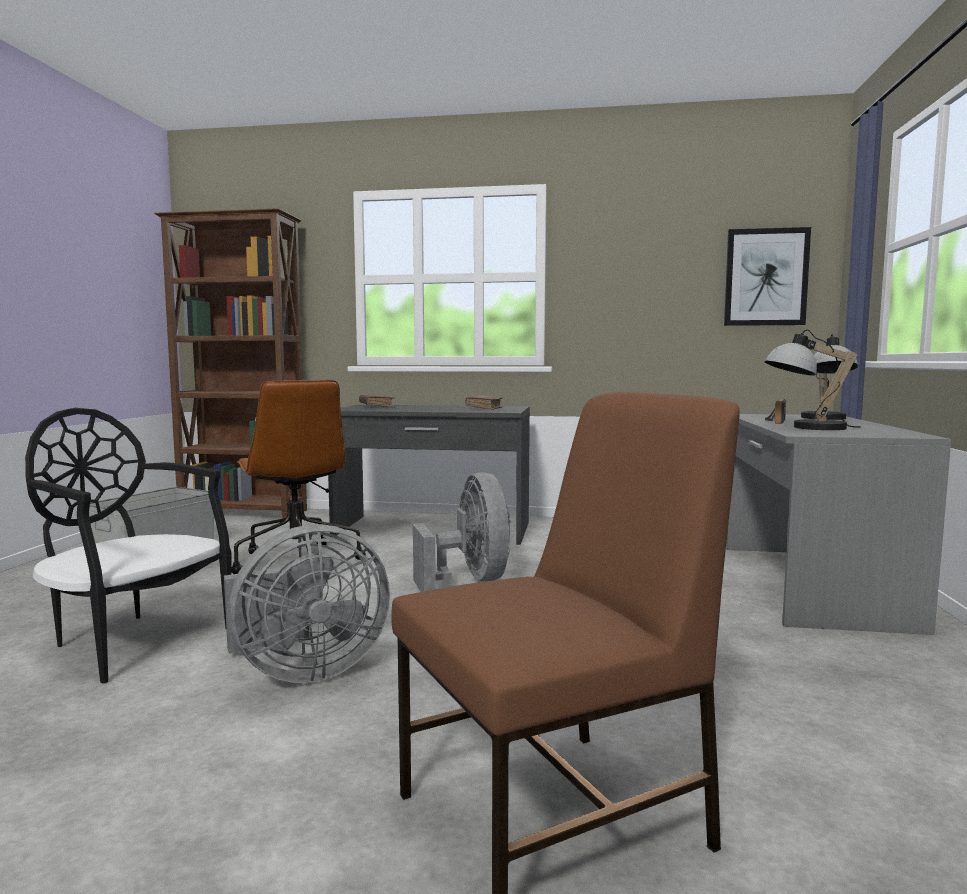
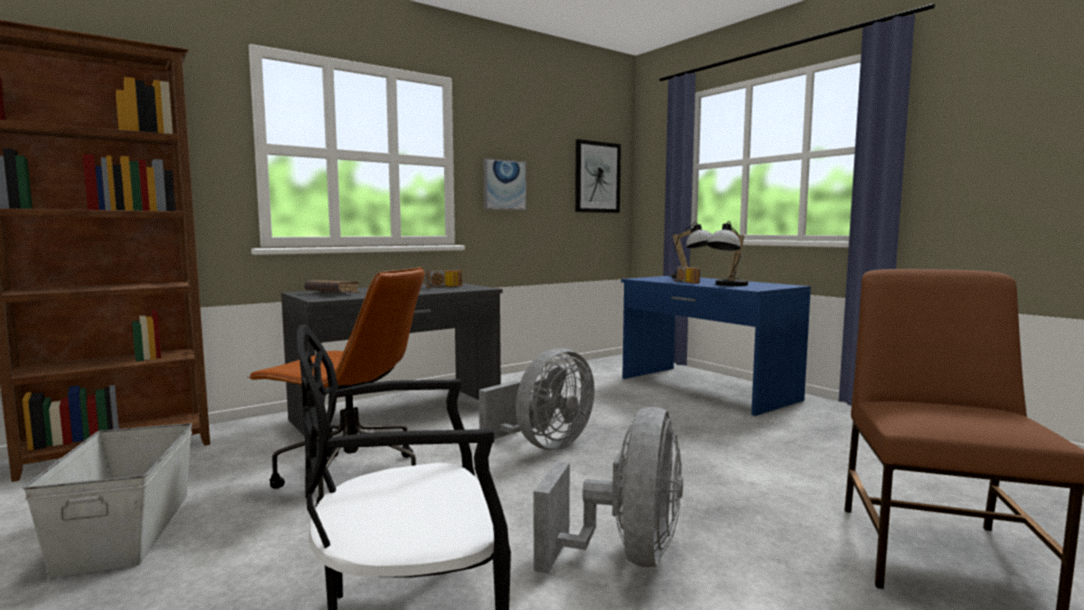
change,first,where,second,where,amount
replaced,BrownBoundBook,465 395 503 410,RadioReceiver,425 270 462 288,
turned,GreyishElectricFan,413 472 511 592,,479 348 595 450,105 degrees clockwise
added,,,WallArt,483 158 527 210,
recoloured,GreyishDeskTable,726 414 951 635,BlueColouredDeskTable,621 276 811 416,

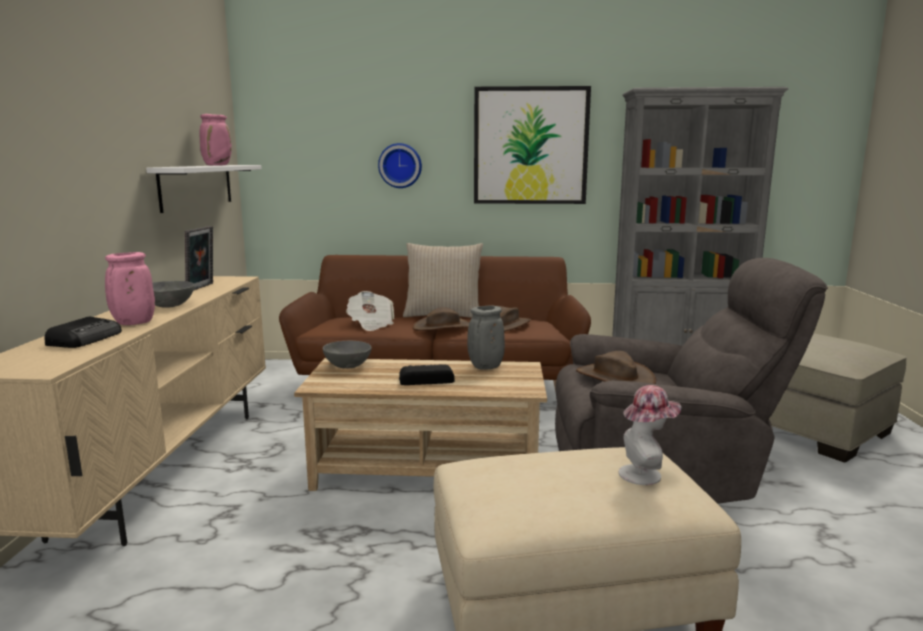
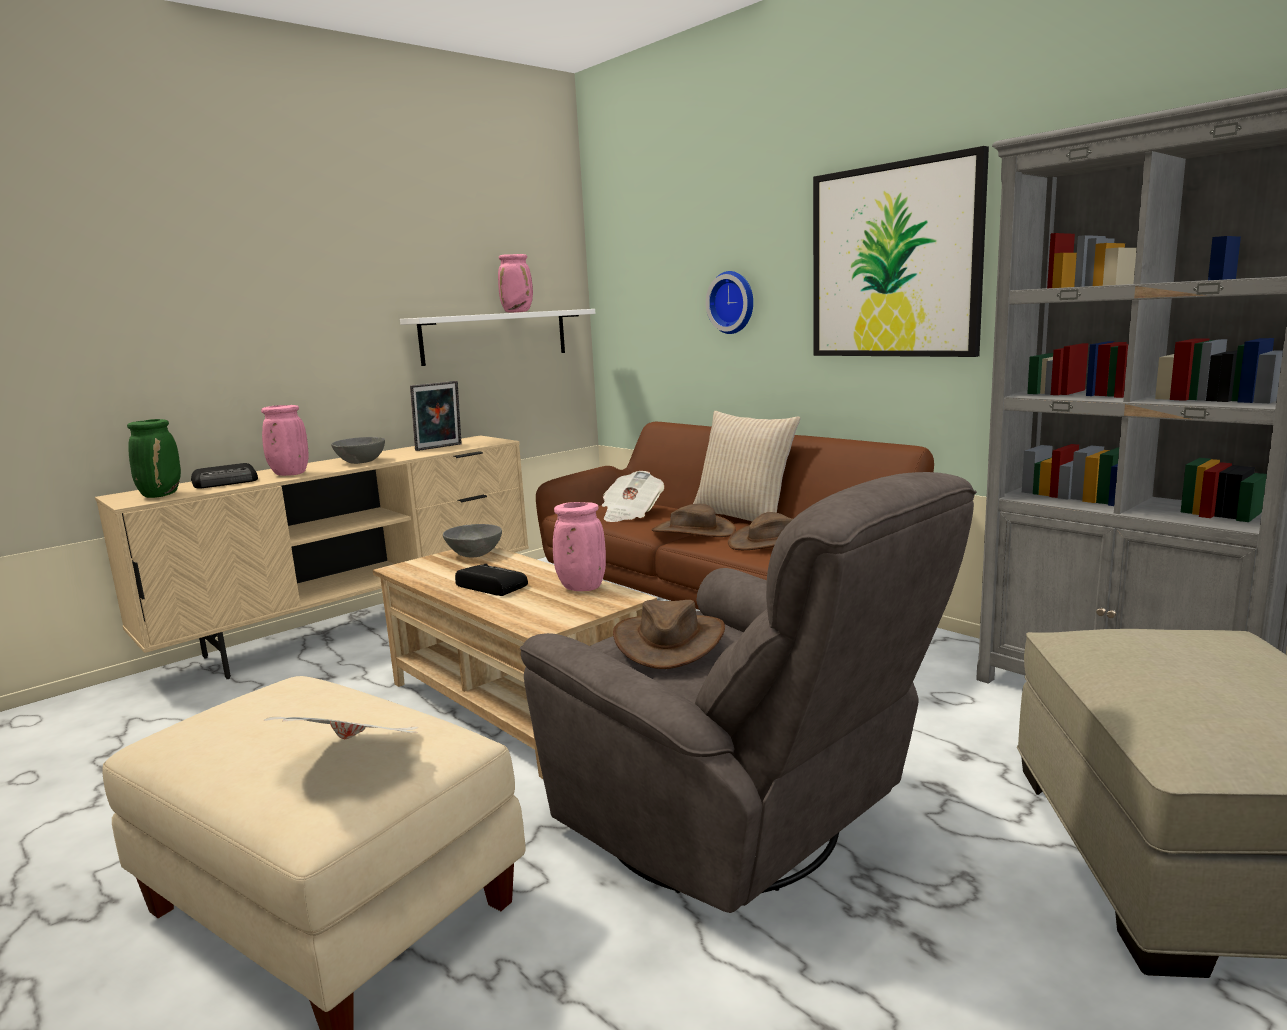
change,first,where,second,where,amount
added,,,GreenColouredFlowerVase,127 419 181 498,
replaced,ClothingHat,619 385 681 485,Newspaper,264 717 418 739,
recoloured,GreyishFlowerVase,467 305 505 370,PinkishFlowerVase,553 502 606 591,

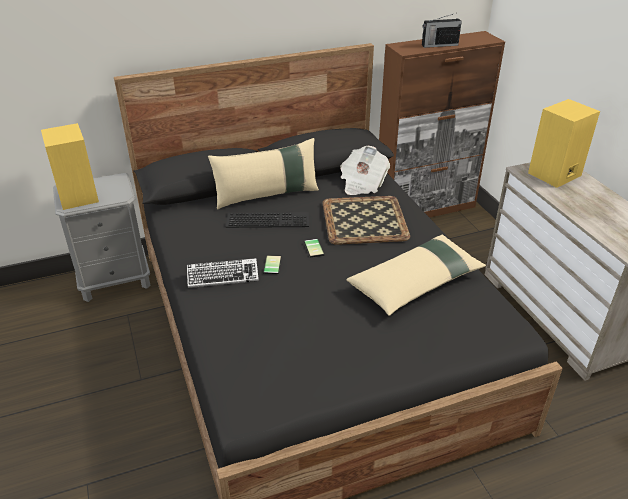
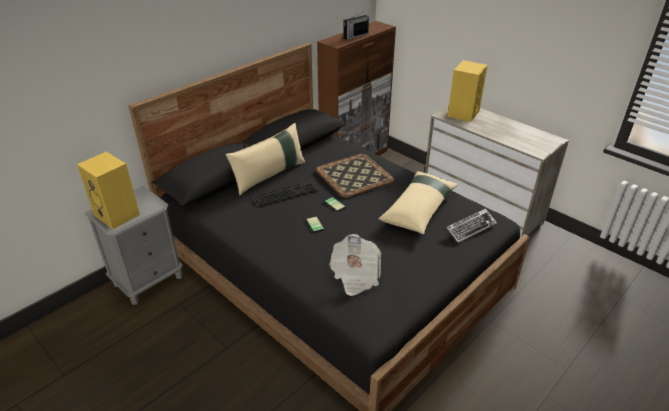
change,first,where,second,where,amount
moved,Newspaper,340 146 390 195,,329 234 381 296,
moved,PcKeyboard,187 258 259 288,,446 209 497 243,

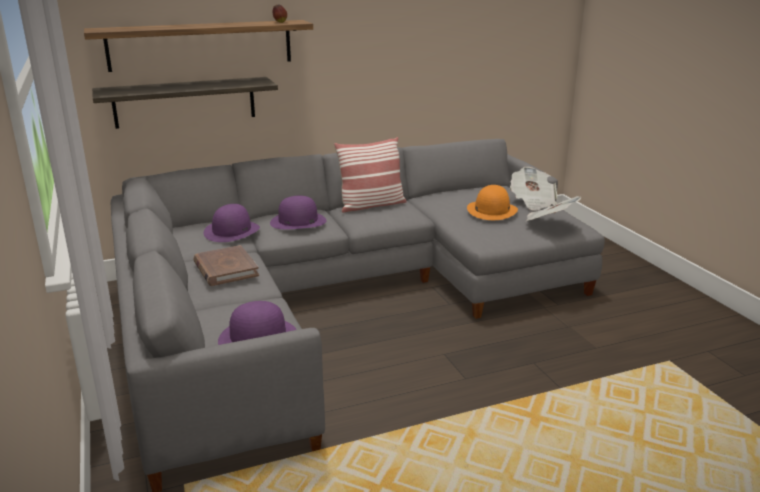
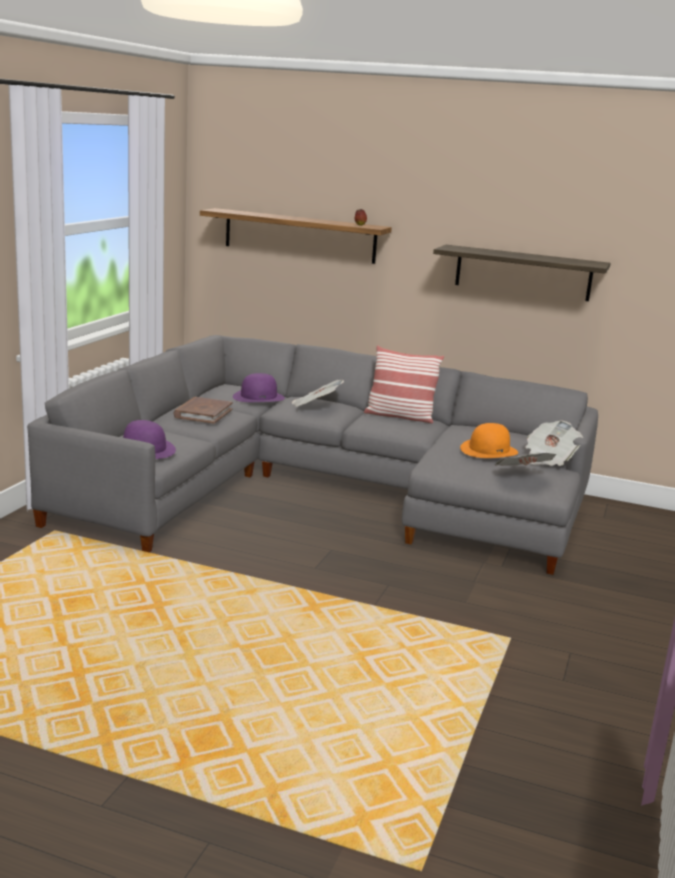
change,first,where,second,where,amount
replaced,PurpleColouredClothingHat,270 196 326 229,Newspaper,292 380 344 407,
moved,Shelf,92 77 278 129,,433 245 611 301,

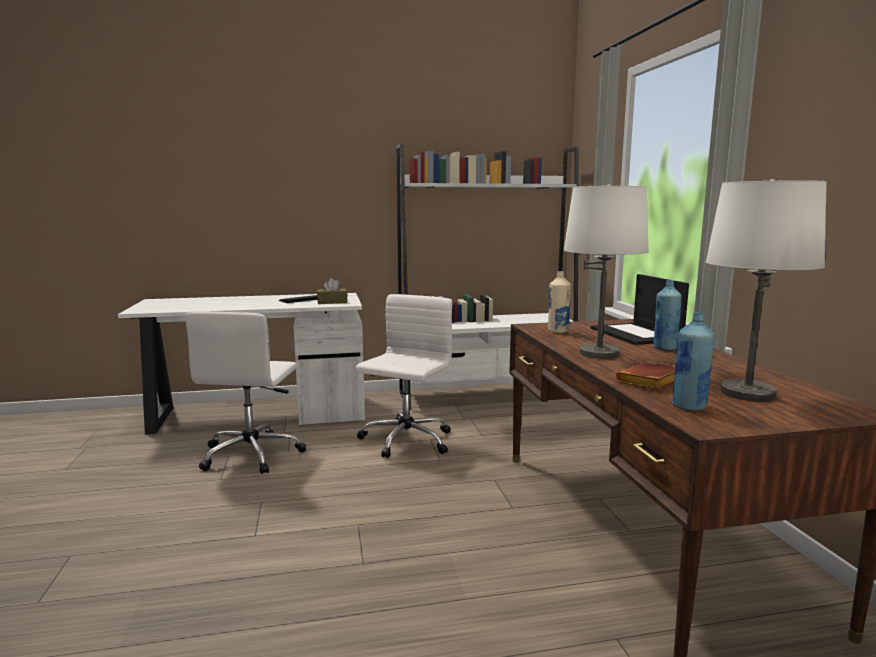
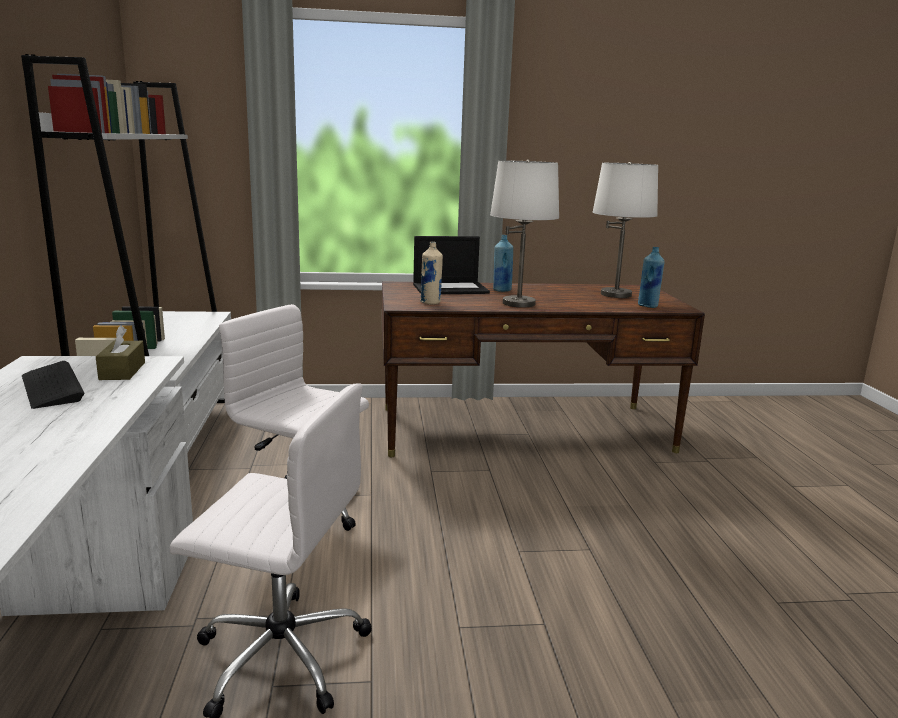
change,first,where,second,where,amount
removed,BrownBoundBook,615 362 675 390,,,

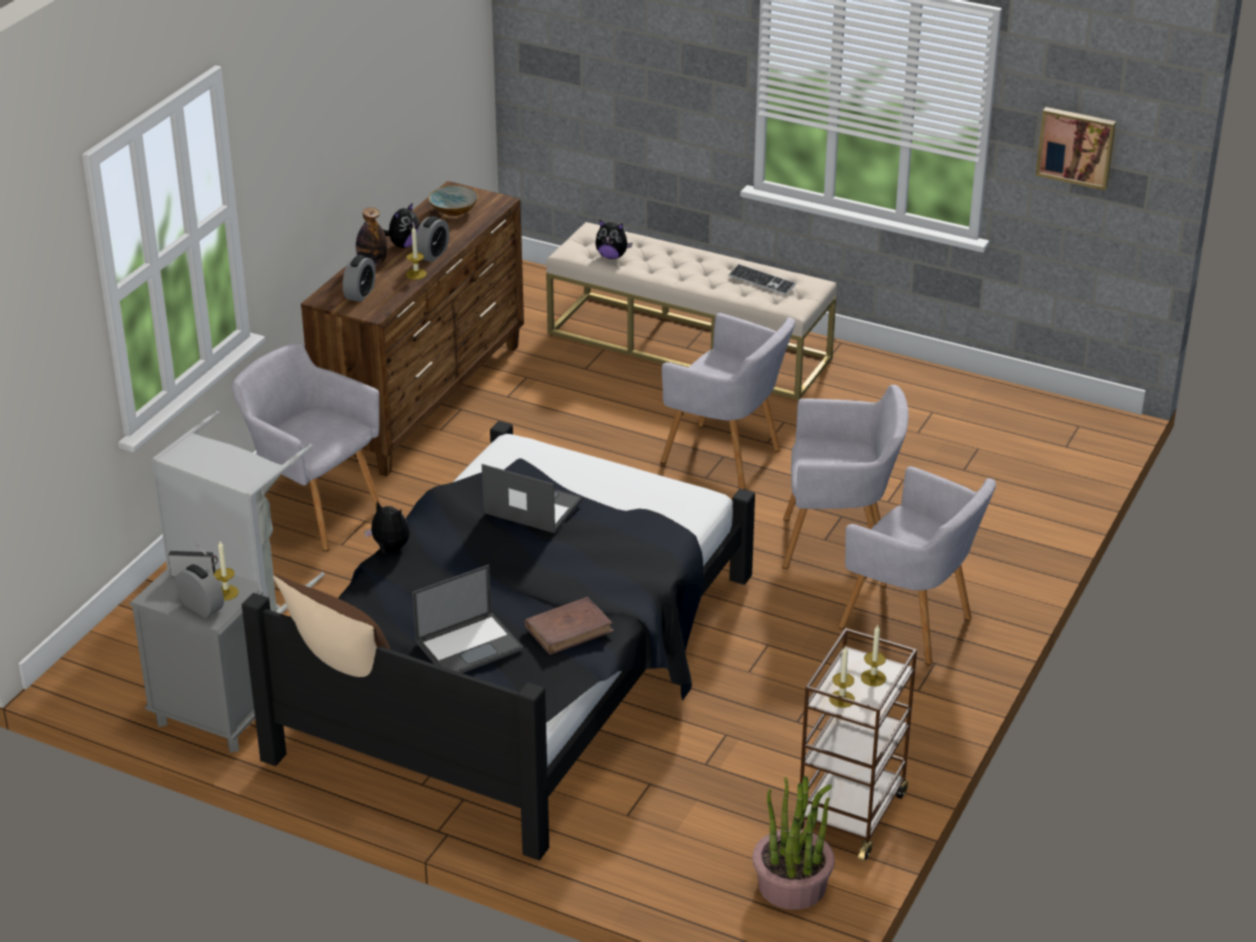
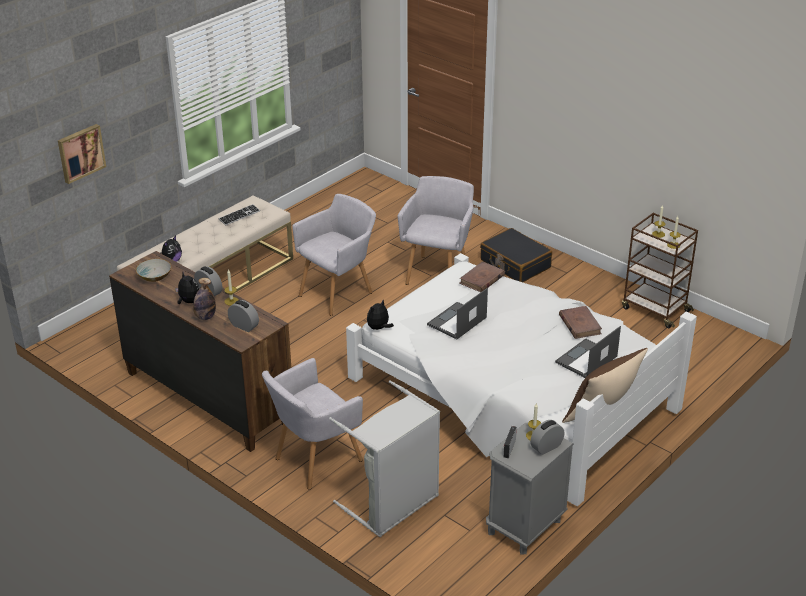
change,first,where,second,where,amount
moved,WallArt,1036 107 1116 190,,58 124 106 184,
recoloured,BlackBed,242 421 755 860,WhitishBed,346 253 697 506,
moved,SoftToy,364 501 409 554,,367 300 394 330,
added,,,BrownBoundBook,459 261 505 292,
replaced,GreyishLoungeChair,839 466 996 665,BlackTravelCase,480 228 552 282,
turned,PortableComputer,412 565 523 673,,555 326 621 378,120 degrees counterclockwise
removed,PlantInAPot,752 776 835 910,,,

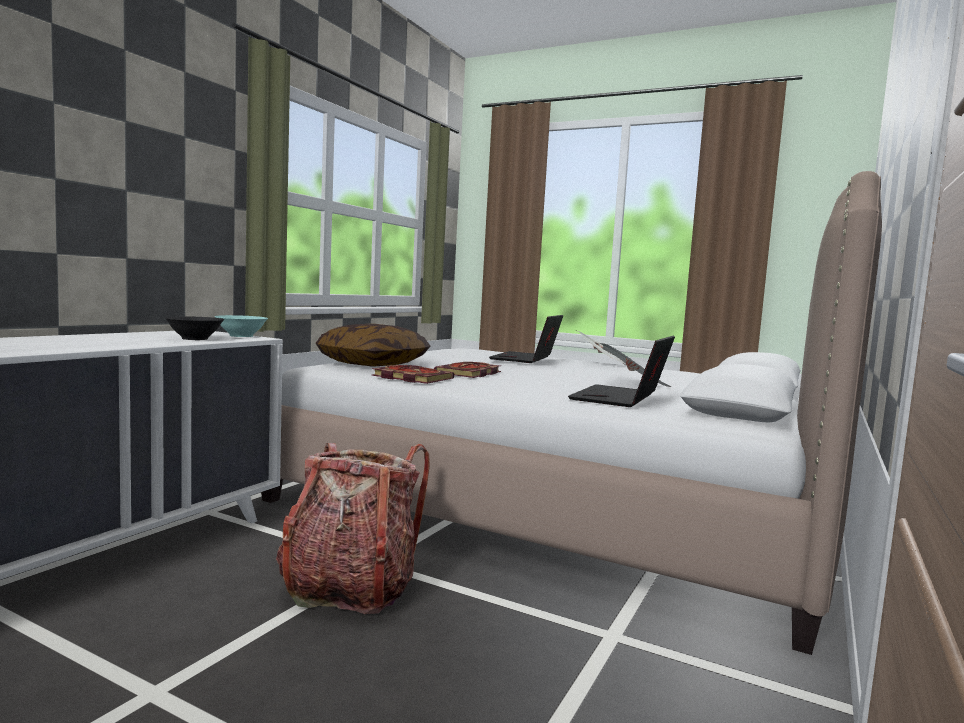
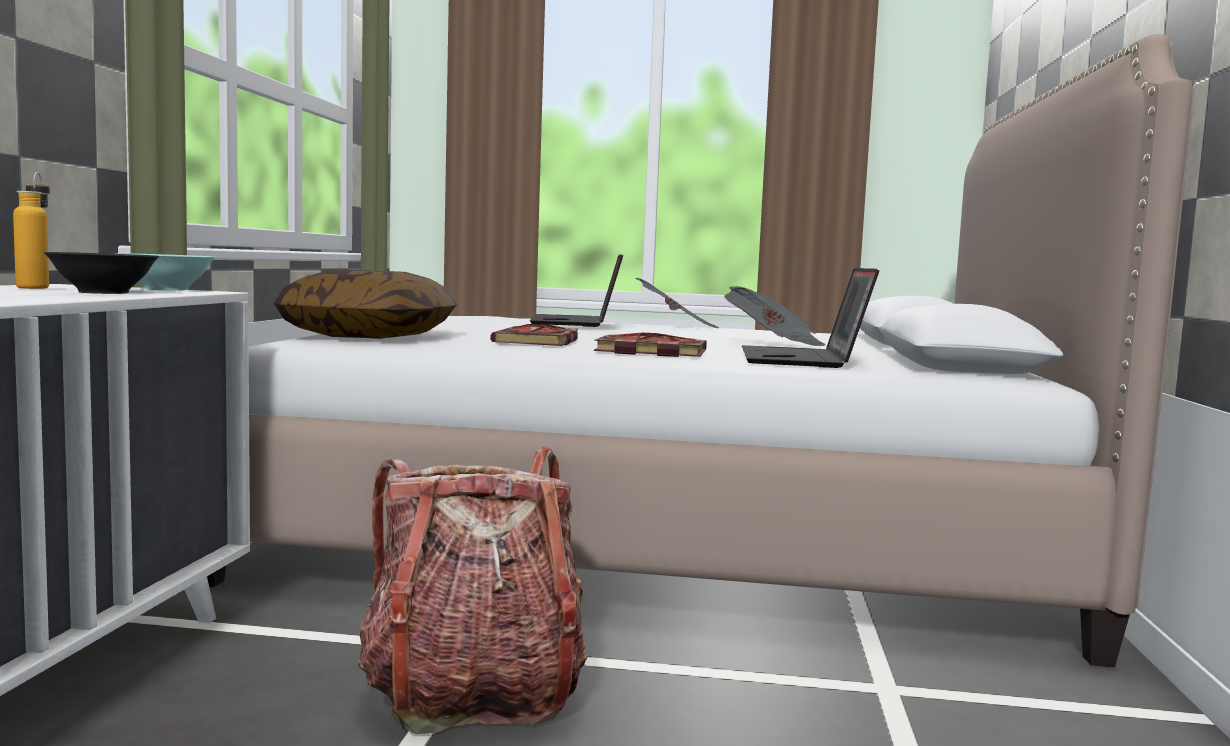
change,first,where,second,where,amount
added,,,DrinkBottle,13 172 50 289,
moved,BoundBook,372 365 454 384,,594 333 707 357,

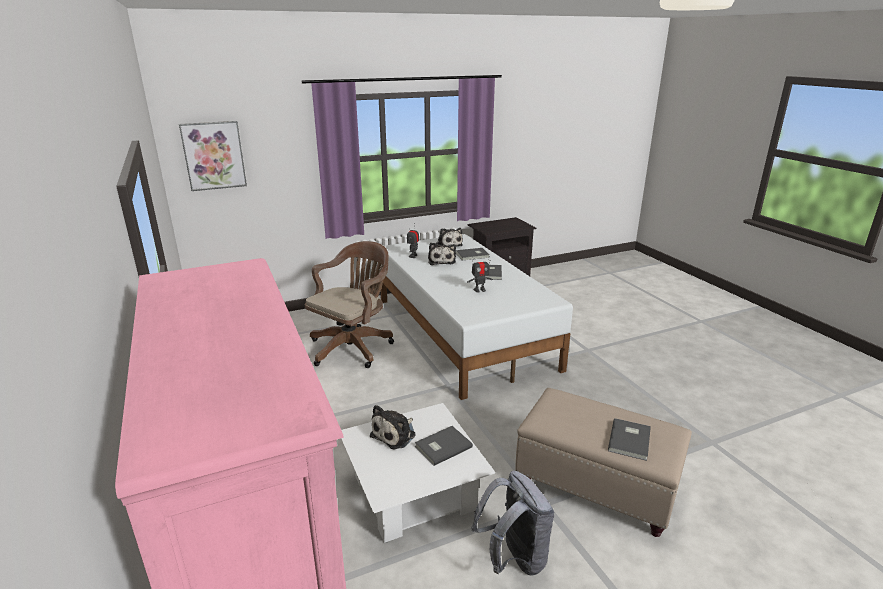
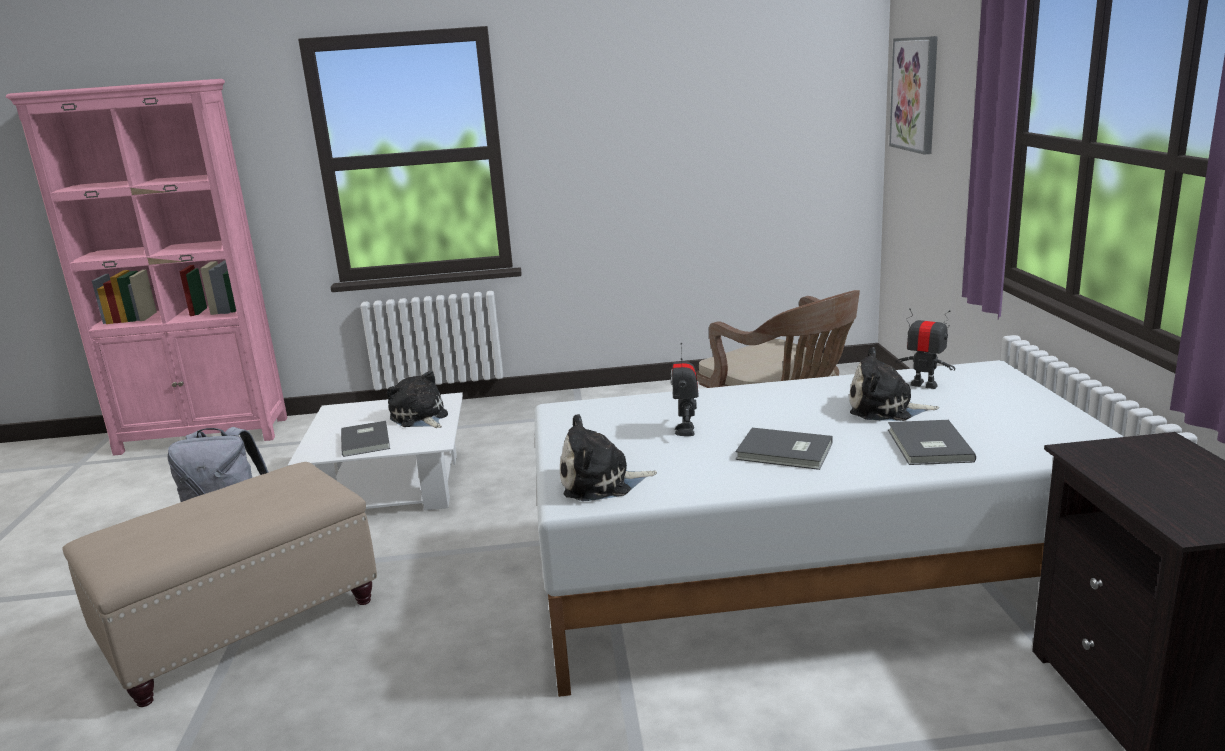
change,first,where,second,where,amount
moved,SoftToy,436 228 463 247,,560 414 657 501,
removed,GreyishBoundBook,608 418 651 461,,,

